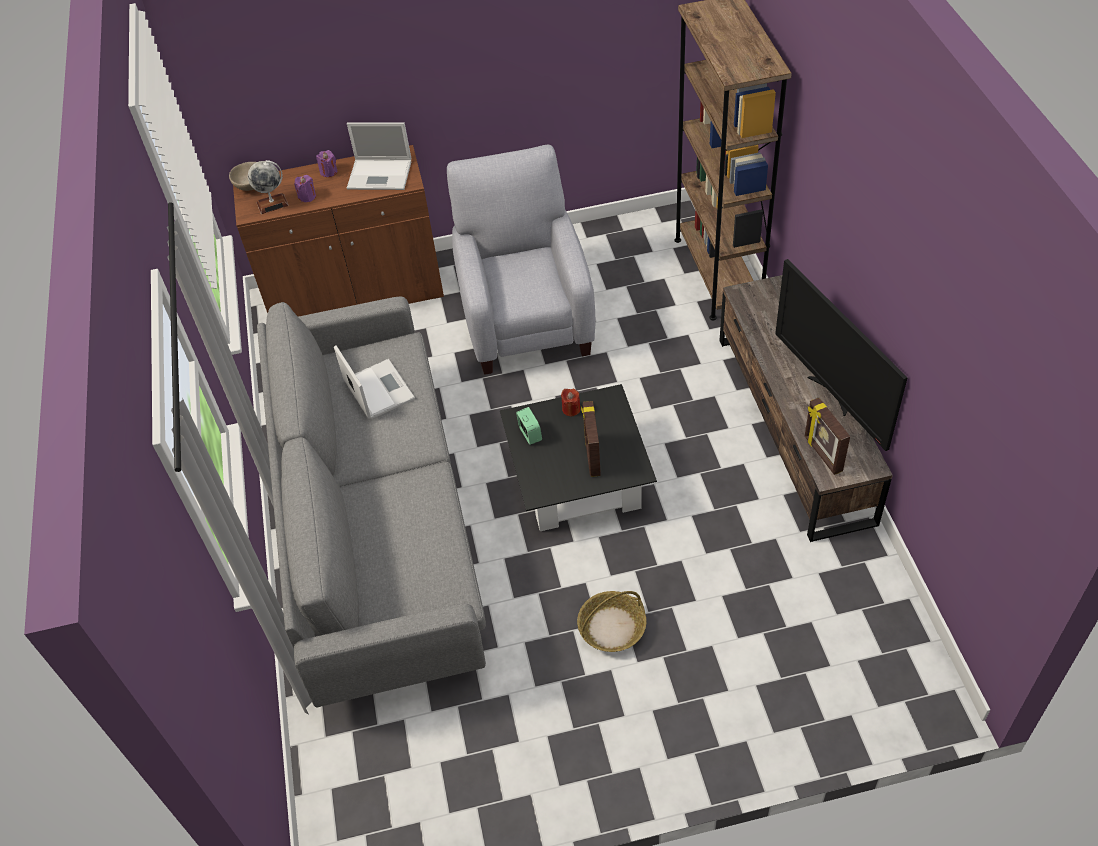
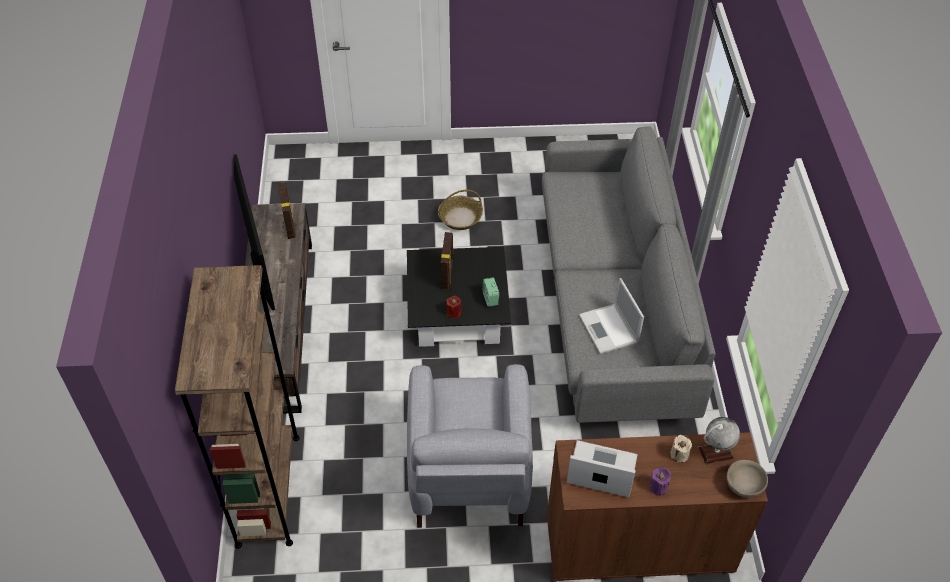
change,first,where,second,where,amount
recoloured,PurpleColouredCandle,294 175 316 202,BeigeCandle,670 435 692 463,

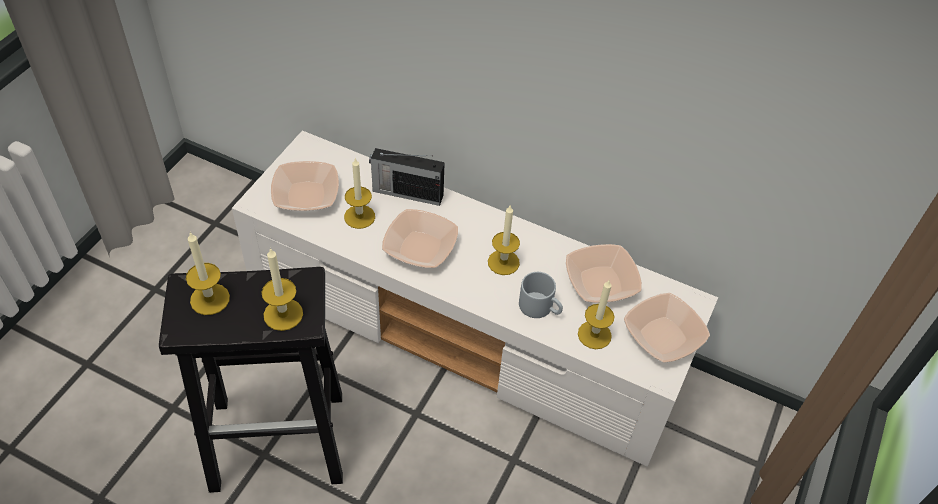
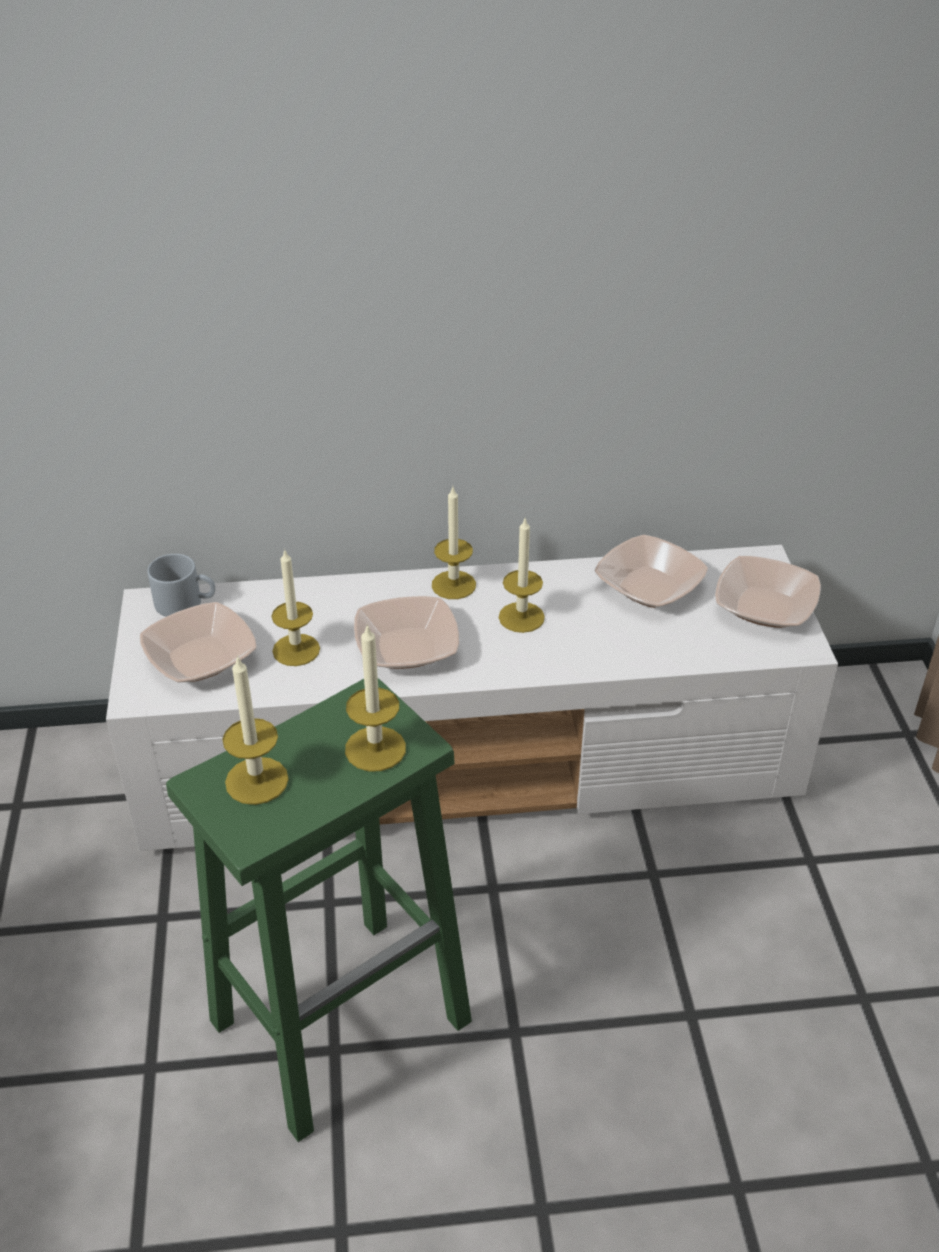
change,first,where,second,where,amount
moved,GreyishCoffeeMug,519 272 563 318,,147 554 215 617,
recoloured,BlackStoolSeat,159 267 343 493,GreenColouredStoolSeat,166 678 472 1142,
moved,Candle,578 279 615 349,,432 487 476 599,
removed,RadioReceiver,369 148 445 206,,,

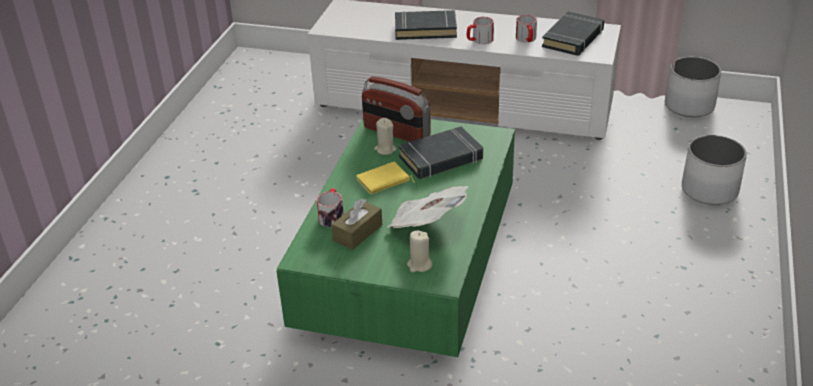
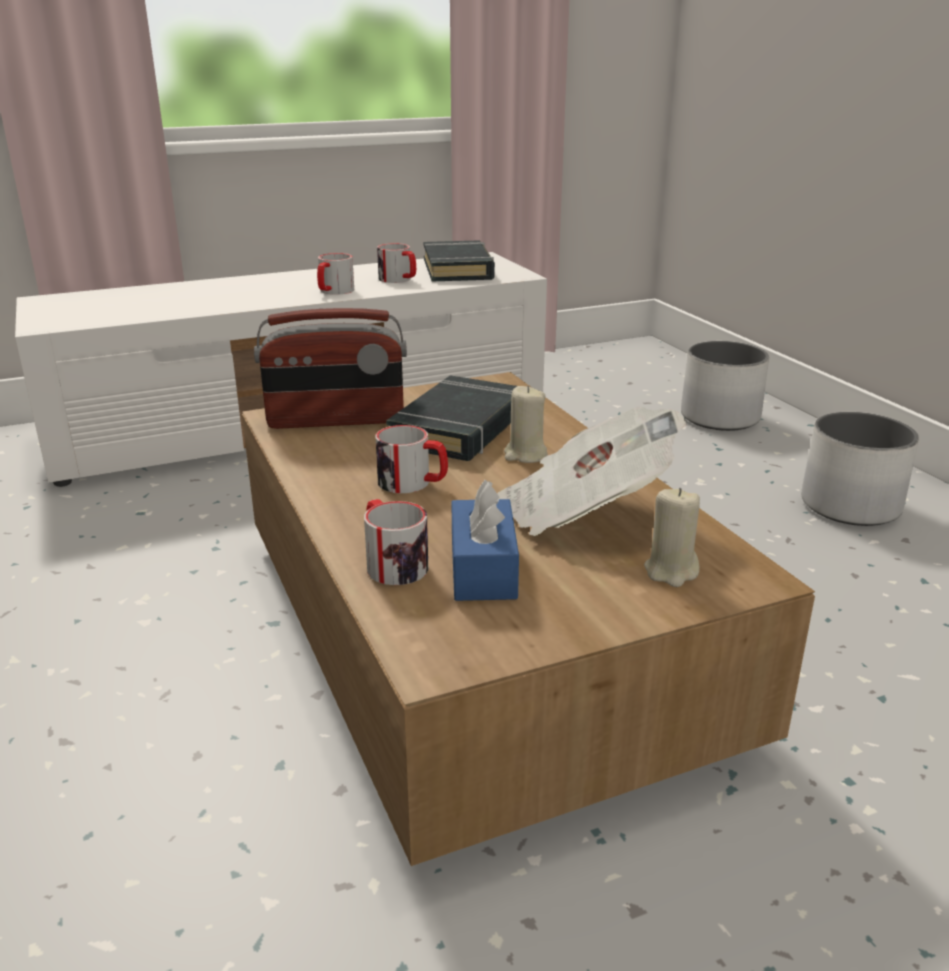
change,first,where,second,where,amount
recoloured,GreenColouredLoungeTable,276 119 515 357,BrownLoungeTable,242 372 815 866,
replaced,YellowBoundBook,356 162 415 194,CoffeeMug,375 425 448 493,
recoloured,BrownBoxOfTissues,331 198 382 250,BlueColouredBoxOfTissues,451 480 519 601,
moved,BeigeCandle,374 118 397 155,,504 386 548 463,
moved,WhitishFlowerPot,665 57 721 117,,802 412 919 526,
removed,BlackBoundBook,395 9 457 40,,,

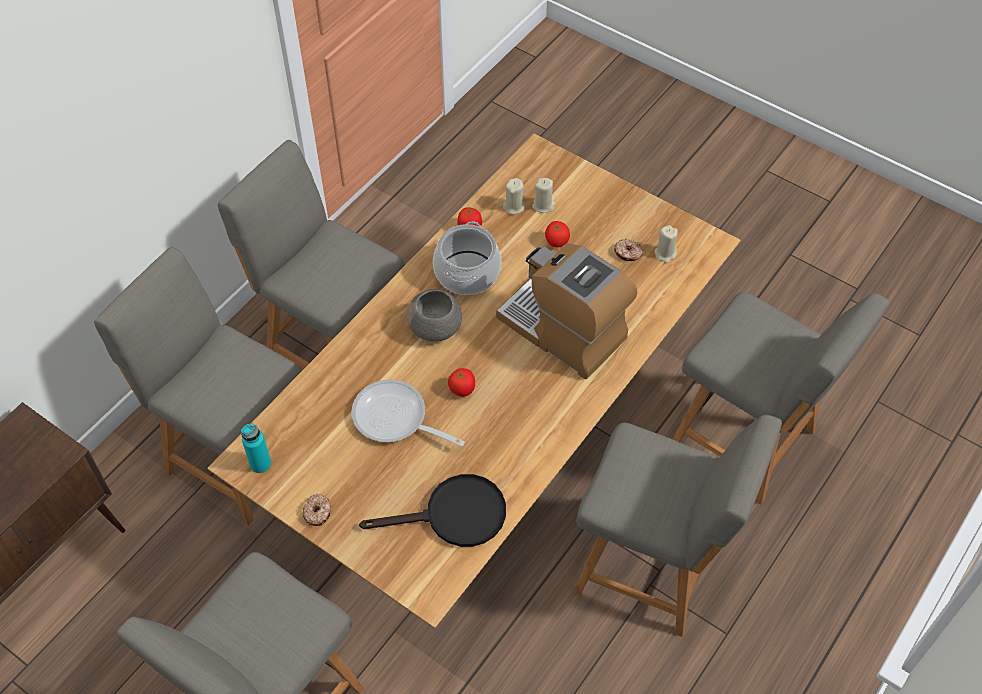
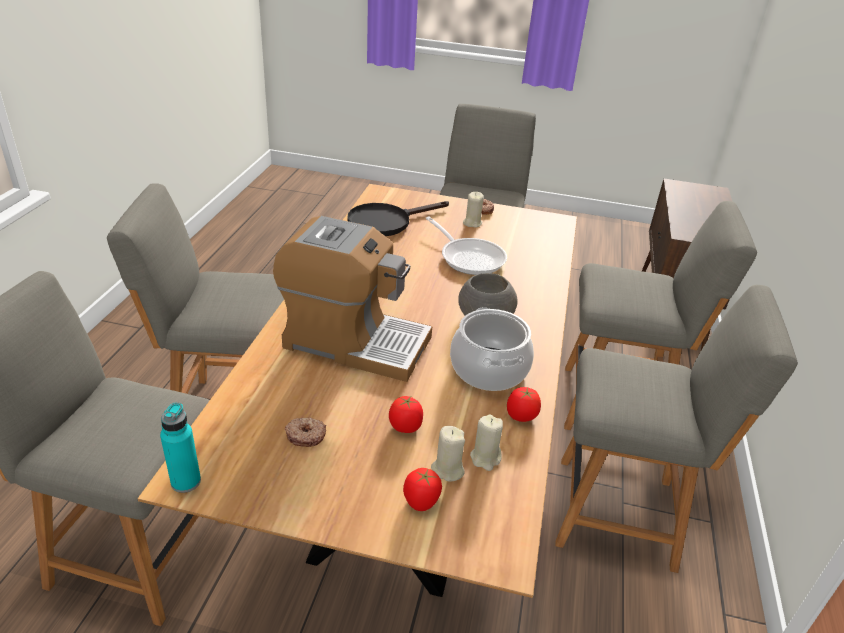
change,first,where,second,where,amount
moved,BlueGreenDrinkBottle,241 423 271 473,,160 403 201 493,
moved,WholeTomato,448 368 475 397,,403 468 442 511,
turned,Skillet,352 379 465 447,,425 217 507 275,45 degrees clockwise
moved,BeigeCandle,654 225 678 263,,463 192 483 228,

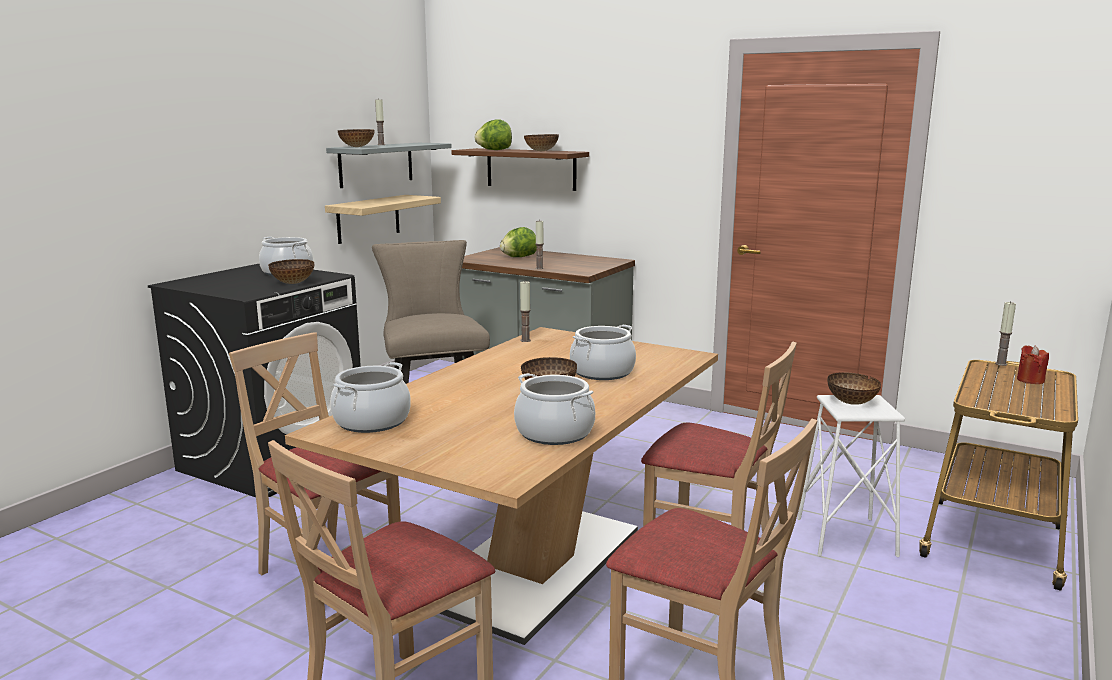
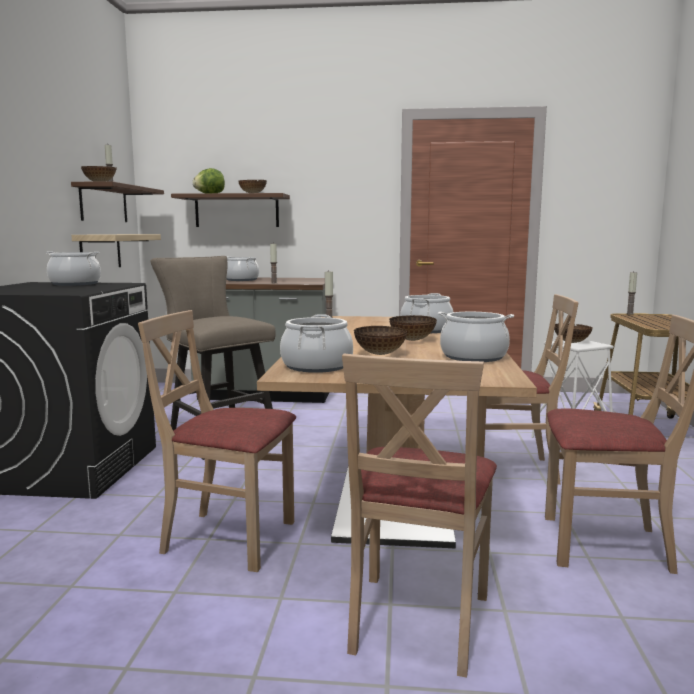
change,first,where,second,where,amount
recoloured,GreyishShelf,326 143 452 188,BrownShelf,71 181 164 222,
replaced,Lettuce,500 227 537 257,CookingPot,226 256 259 281,
moved,DeepDish,268 259 314 284,,354 326 407 355,
removed,RedColouredCandle,1017 346 1049 384,,,

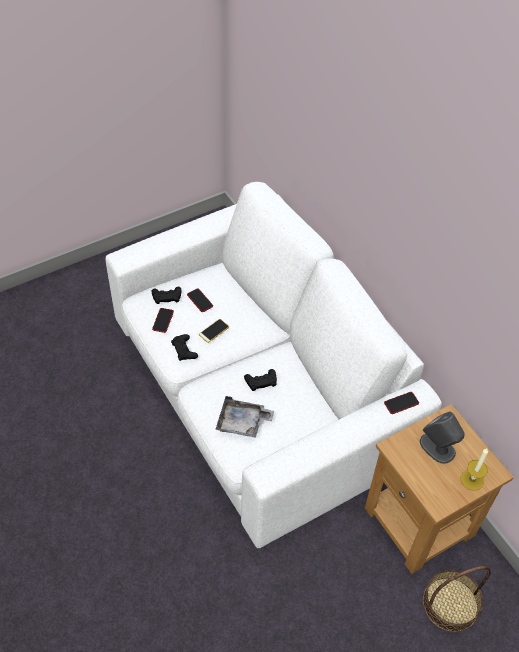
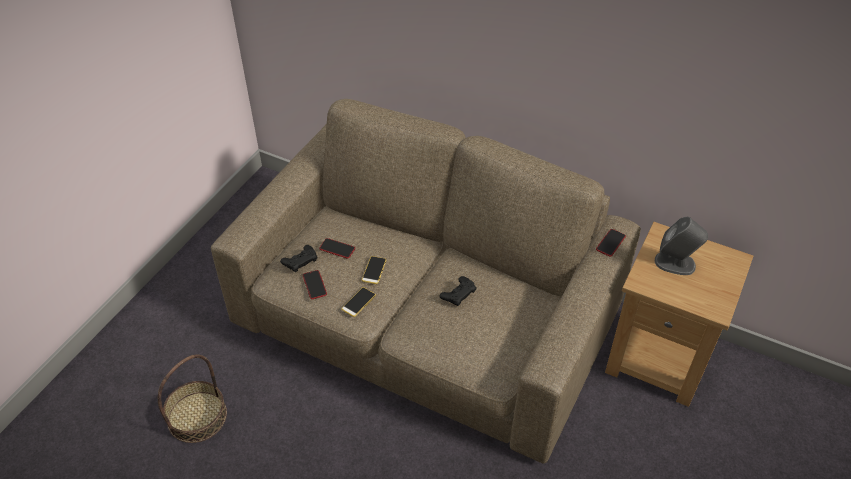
change,first,where,second,where,amount
moved,StorageBasket,423 566 491 632,,158 354 227 443,
recoloured,WhitishCouch,105 182 442 548,BrownCouch,211 99 641 464,
replaced,BlackJoypad,171 334 198 361,Handset,342 287 376 317,
removed,GreyishTray,215 396 274 438,,,
removed,Candle,460 448 488 491,,,

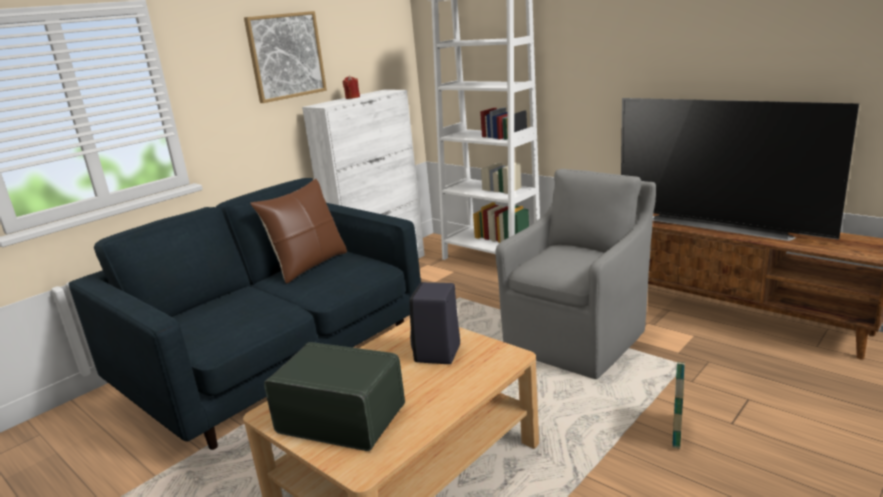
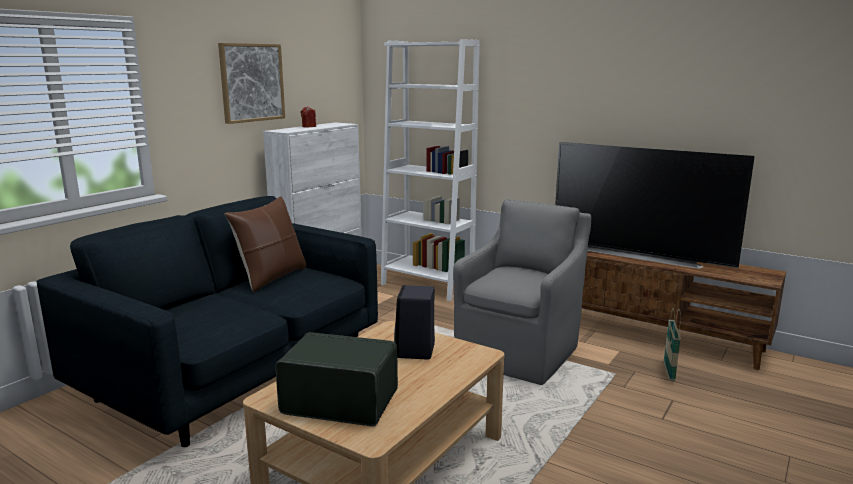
change,first,where,second,where,amount
moved,StorageBasket,672 352 686 449,,664 308 681 381,

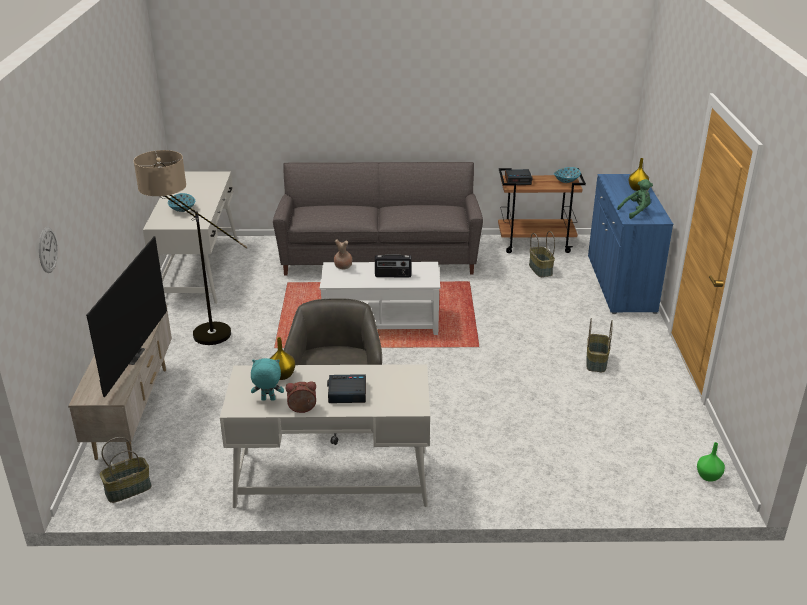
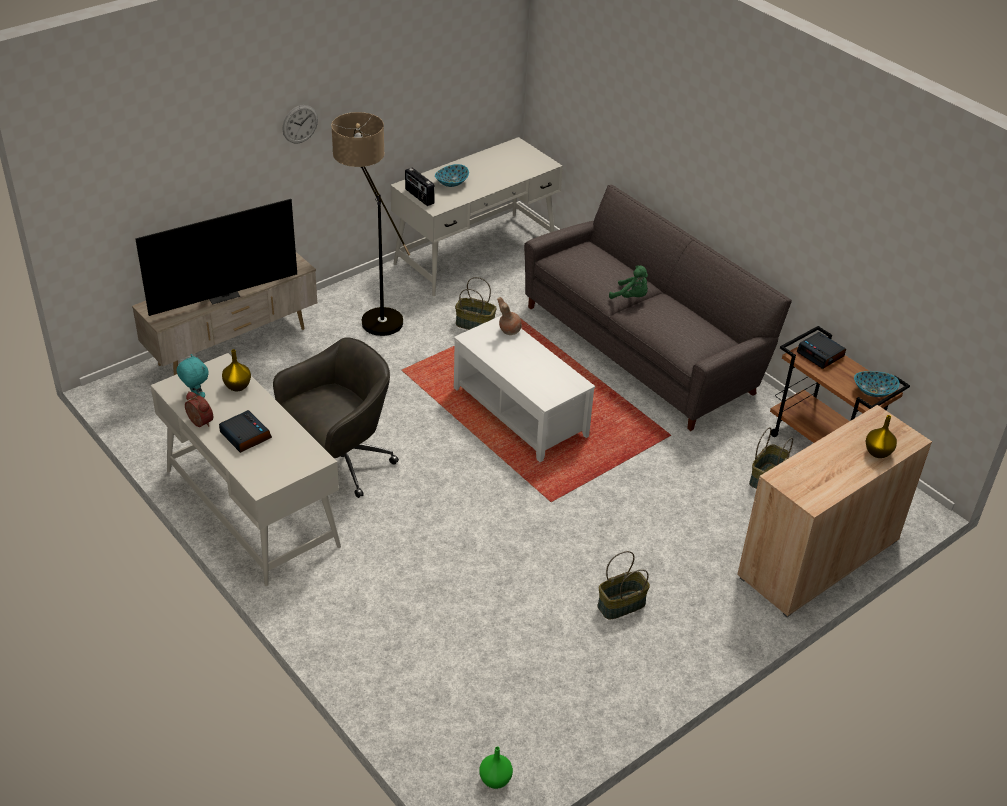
change,first,where,second,where,amount
moved,HangingClock,39 227 58 273,,283 105 318 144,
moved,RadioReceiver,375 254 412 277,,405 168 435 206,
moved,StorageBasket,100 437 152 503,,455 277 497 330,
moved,GreenColouredSoftToy,617 179 653 219,,609 265 648 299,
recoloured,BlueColouredStorageCabinet,588 174 673 314,BeigeStorageCabinet,737 405 932 617,

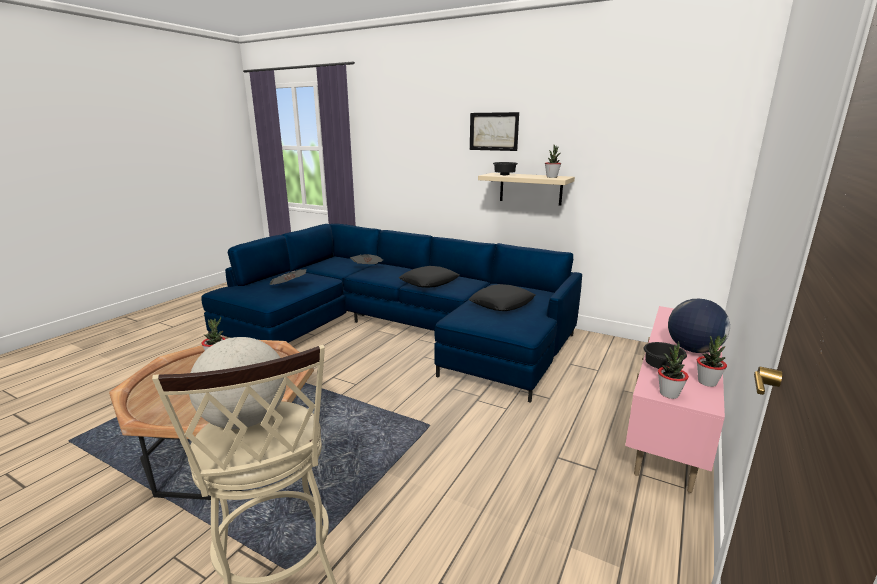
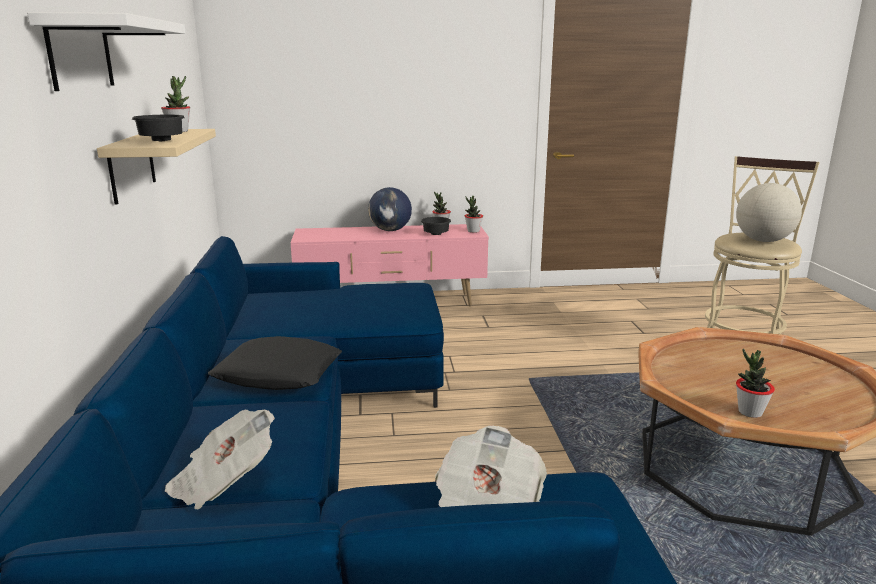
change,first,where,second,where,amount
replaced,WallArt,470 112 519 151,WhitishShelf,27 12 186 91,
removed,BlackThrowPillow,468 284 536 311,,,

